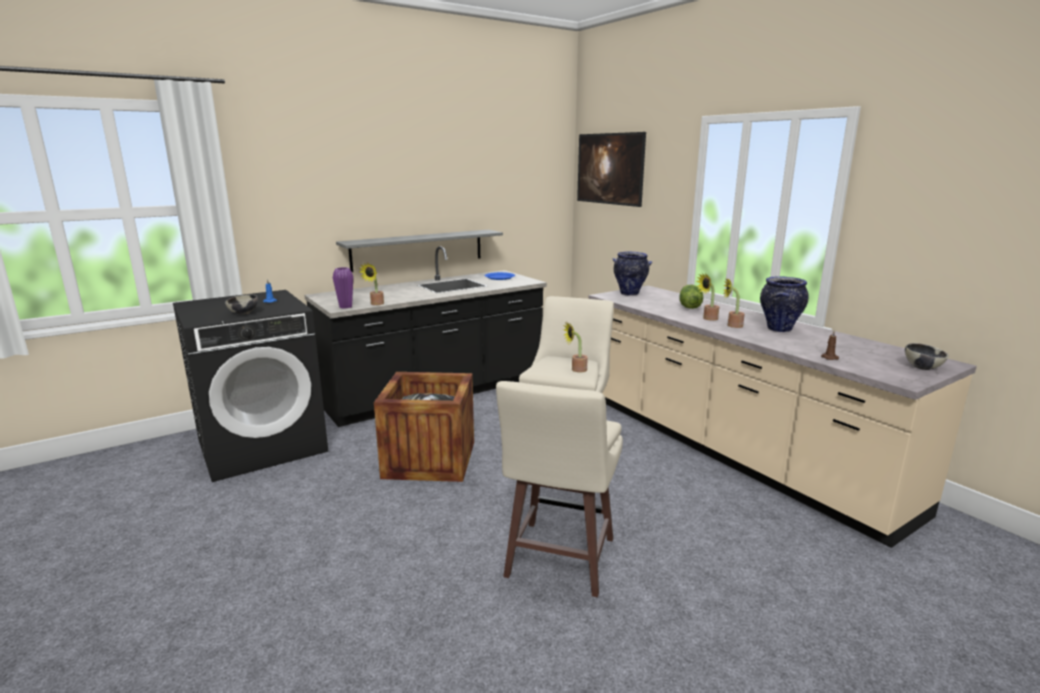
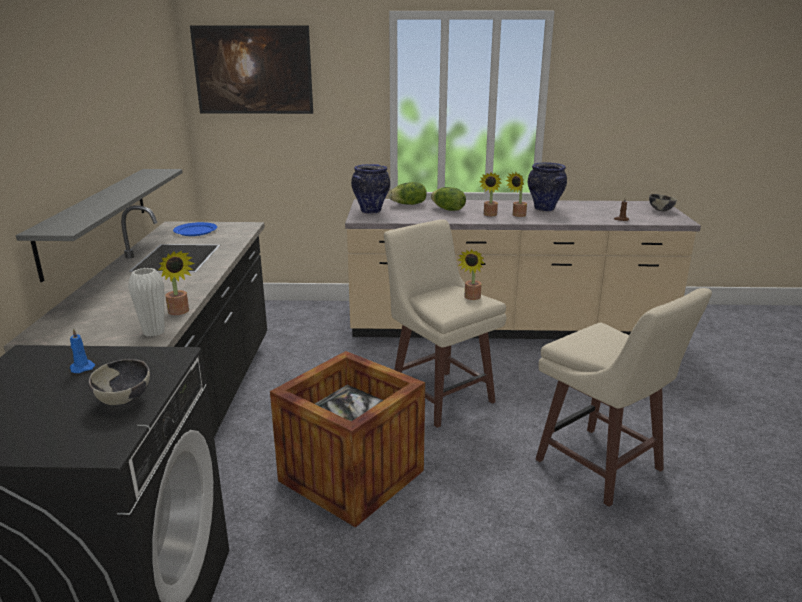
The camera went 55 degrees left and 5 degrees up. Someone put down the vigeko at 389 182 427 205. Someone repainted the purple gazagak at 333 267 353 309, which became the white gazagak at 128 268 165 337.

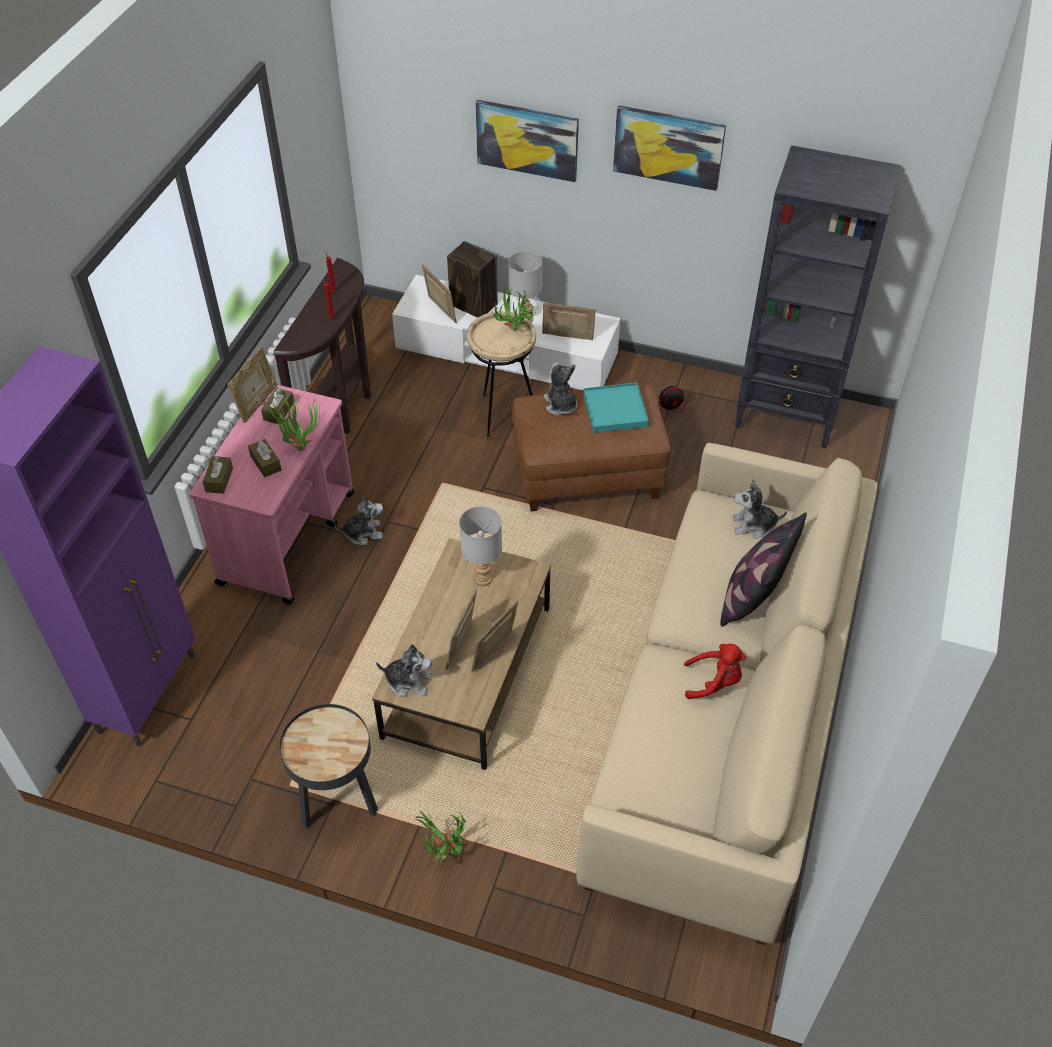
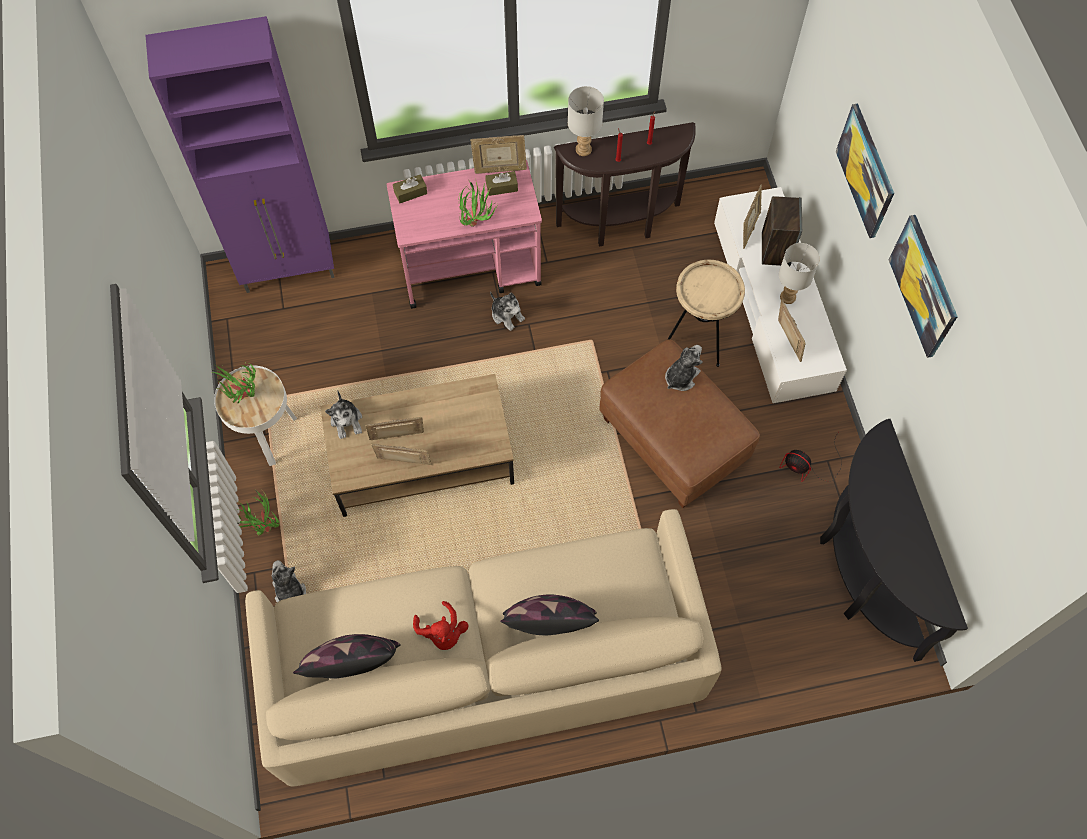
The camera went 60 degrees right and 15 degrees up. Someone took away the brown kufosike at 248 439 281 477. Someone took away the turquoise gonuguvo at 583 383 649 433. Someone put down the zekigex at 293 634 401 679. Someone carried the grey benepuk from 459 506 502 586 to 568 86 604 156. Someone carried the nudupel from 491 288 537 330 to 212 363 256 404. Someone carried the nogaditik from 733 479 787 539 to 272 560 306 602. Someone swapped the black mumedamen at 735 145 900 448 for the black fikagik at 820 419 968 662. Someone repainted the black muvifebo at 280 704 378 829, which became the white muvifebo at 214 365 297 466.

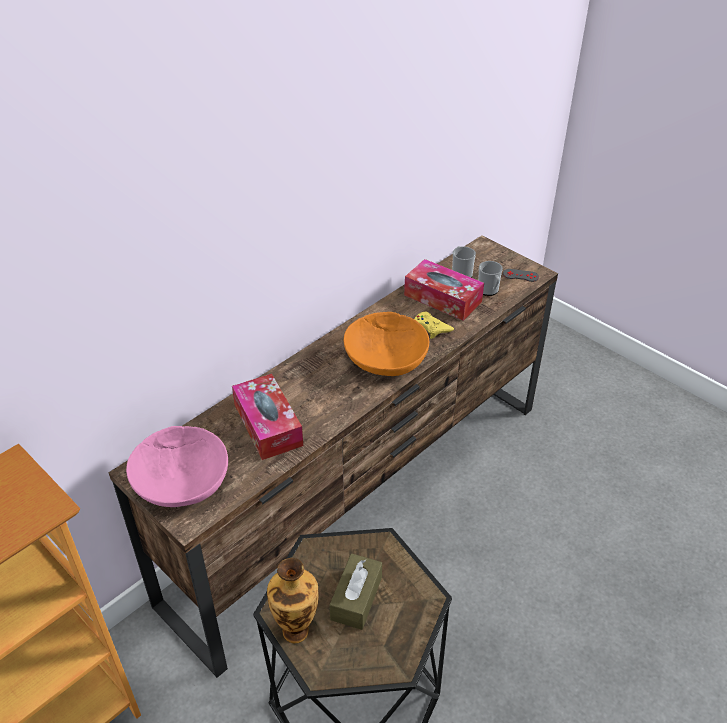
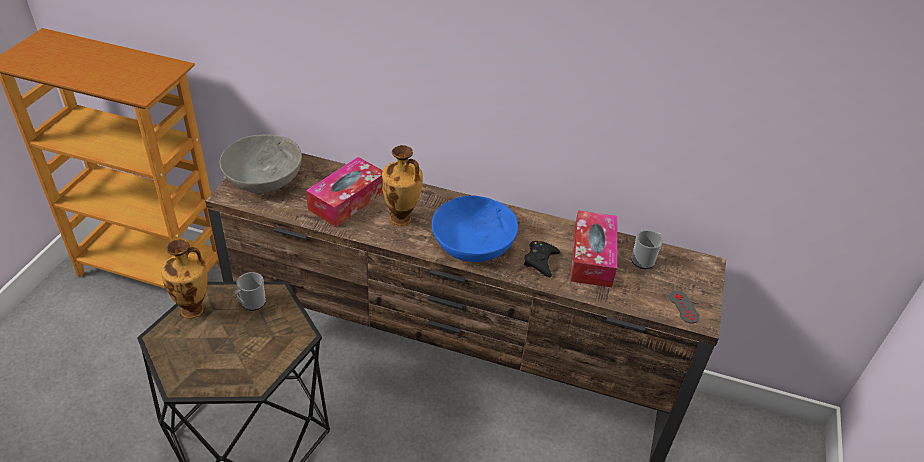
The camera went 60 degrees right and 0 degrees up. Someone took away the brown kufosike at 330 553 382 630. Someone put down the gazagak at 382 145 423 226. Someone carried the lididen from 478 261 503 296 to 234 272 266 311. Someone repainted the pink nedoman at 126 426 228 507, which became the grey nedoman at 220 134 302 193. Someone repainted the orange nedoman at 344 312 429 376, which became the blue nedoman at 432 196 518 262. Someone repainted the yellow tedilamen at 414 311 454 339, which became the black tedilamen at 524 241 560 277.

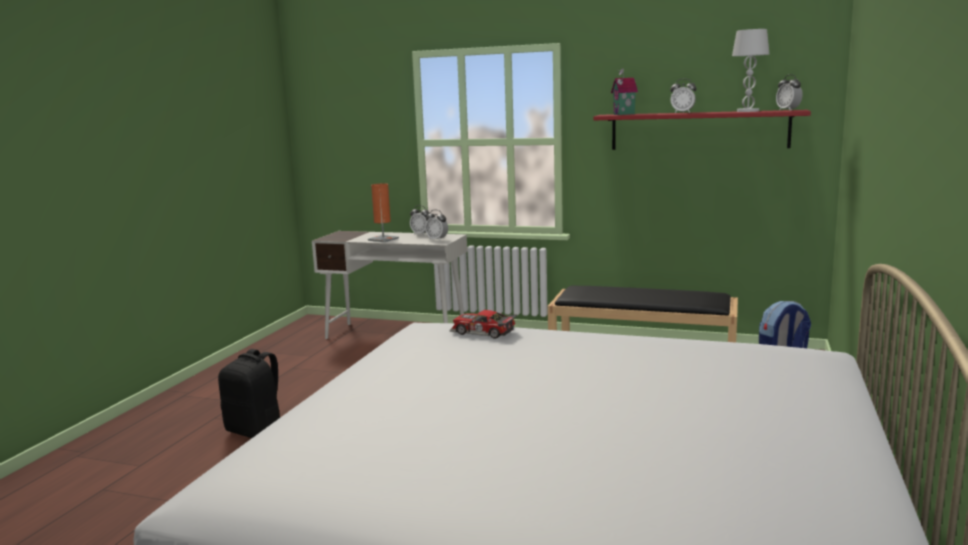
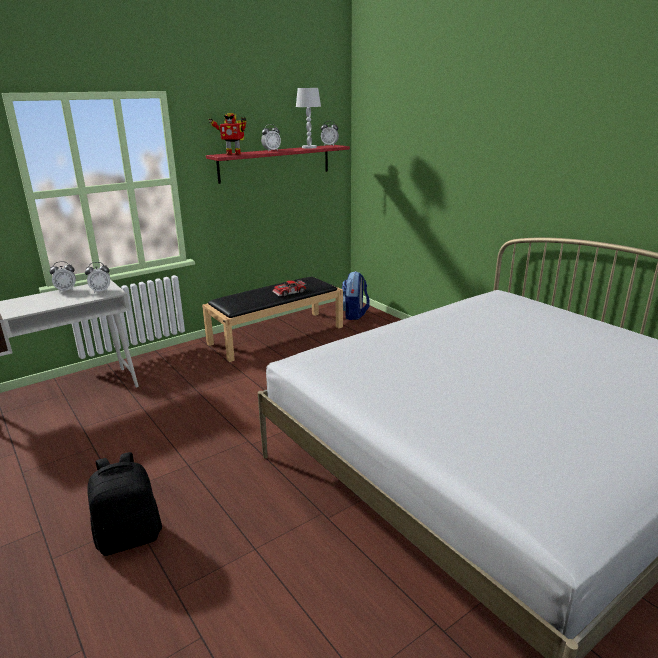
The camera went 55 degrees left and 10 degrees up. Someone took away the orange benepuk at 368 184 399 242. Someone carried the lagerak from 449 310 517 339 to 272 280 307 296. Someone swapped the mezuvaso at 611 68 638 115 for the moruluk at 209 113 246 155.

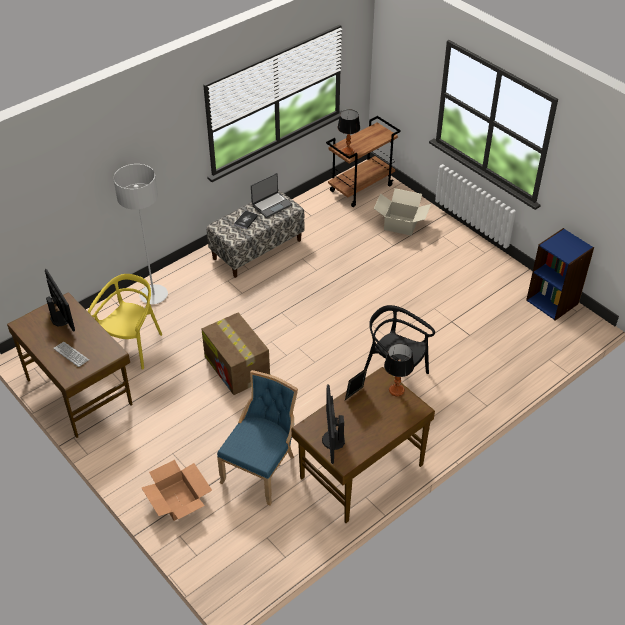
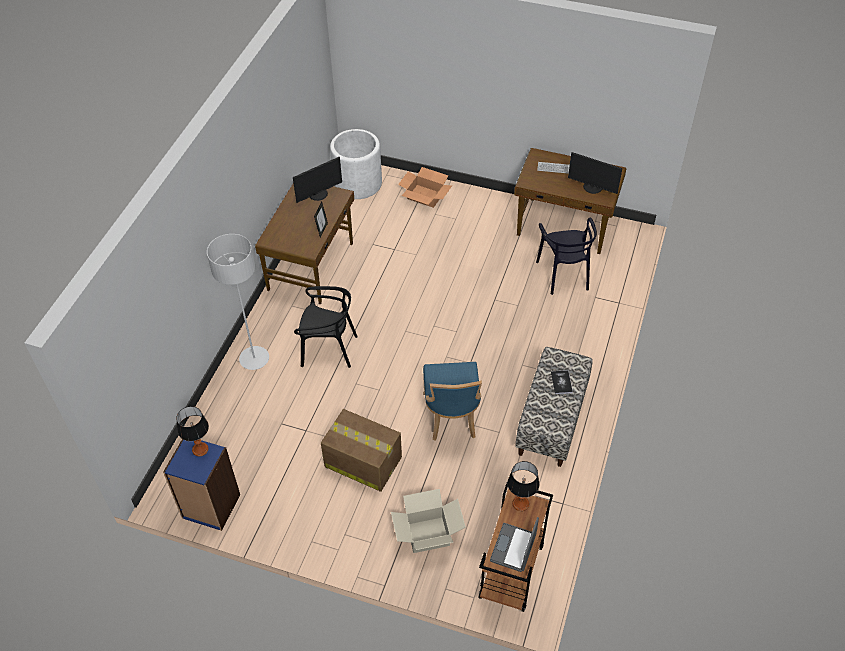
The camera went 150 degrees right and 5 degrees up. Someone put down the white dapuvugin at 330 129 382 199. Someone carried the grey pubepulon from 113 164 168 304 to 207 234 269 370. Someone carried the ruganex from 201 312 270 395 to 321 409 402 492. Someone carried the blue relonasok from 217 370 298 505 to 423 362 482 441. Someone carried the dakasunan from 251 173 292 218 to 490 517 539 572. Someone carried the benepuk from 384 343 414 397 to 176 406 209 456. Someone repainted the yellow relonasok at 88 274 162 370, which became the black relonasok at 536 218 597 295. Someone rotated the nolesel at 322 384 345 464 by 90 degrees clockwise.

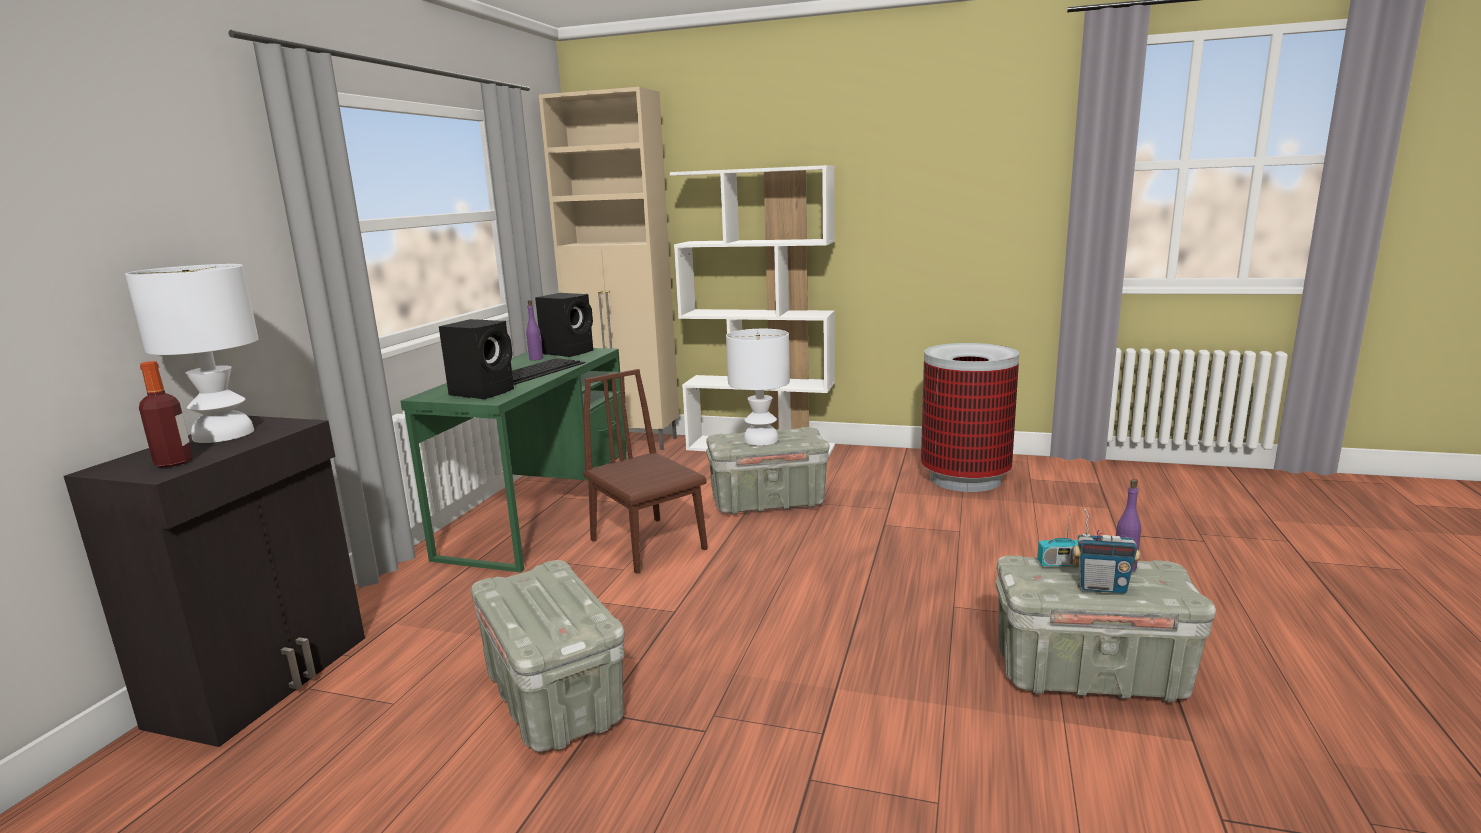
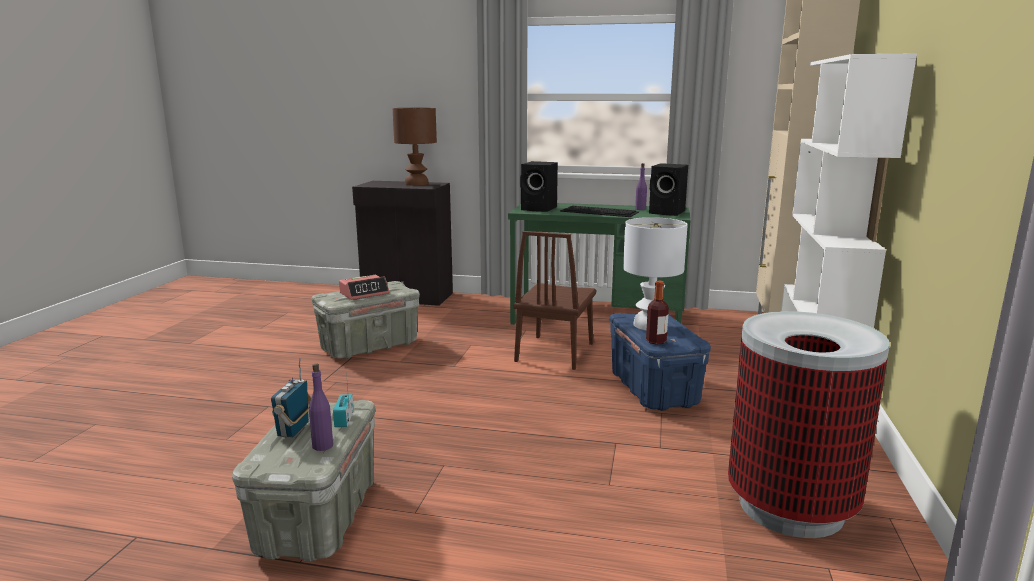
The camera went 85 degrees right and 0 degrees up. Someone put down the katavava at 339 275 389 300. Someone carried the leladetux from 139 361 193 467 to 646 281 669 345. Someone repainted the white benepuk at 125 264 259 443, which became the brown benepuk at 393 108 437 186. Someone repainted the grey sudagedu at 706 427 829 515, which became the blue sudagedu at 610 313 711 411. Someone rotated the brown relonasok at 583 369 707 574 by 150 degrees clockwise.

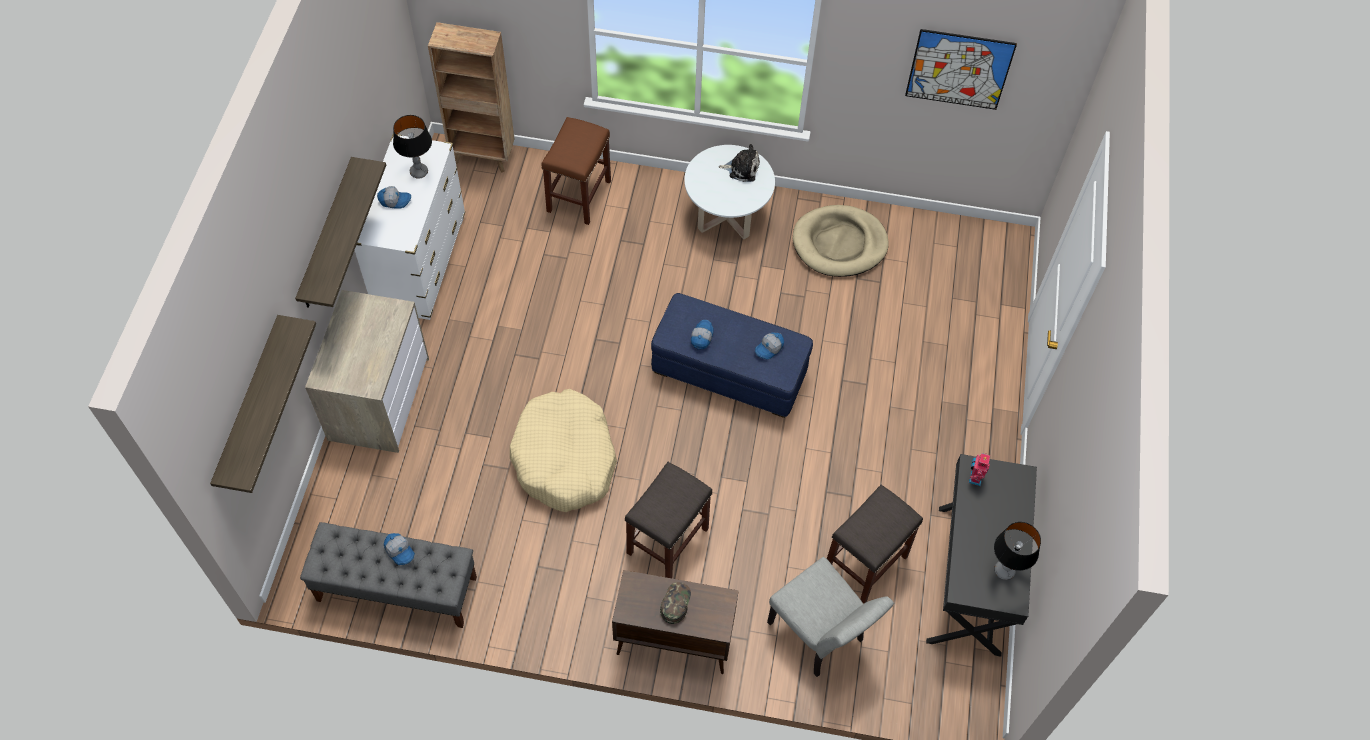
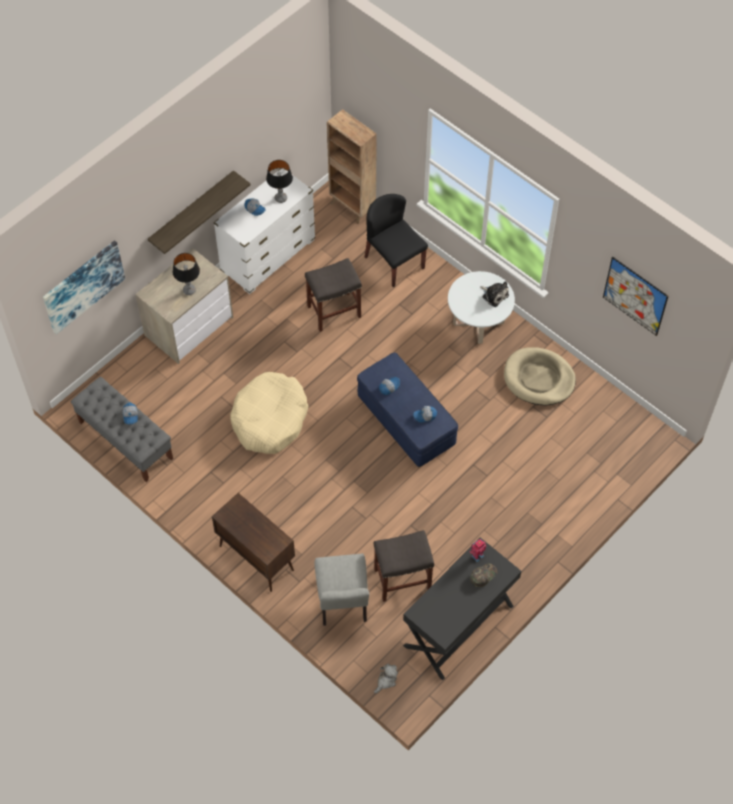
The camera went 35 degrees right and 0 degrees up. Someone put down the nogaditik at 374 663 398 693. Someone carried the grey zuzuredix from 625 462 712 578 to 305 258 362 332. Someone carried the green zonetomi from 660 582 691 624 to 470 563 497 587. Someone carried the benepuk from 994 522 1041 580 to 173 253 200 295. Someone swapped the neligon at 210 315 316 493 for the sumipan at 43 240 125 334. Someone swapped the brown zuzuredix at 542 117 611 225 for the black relonasok at 365 194 428 288.

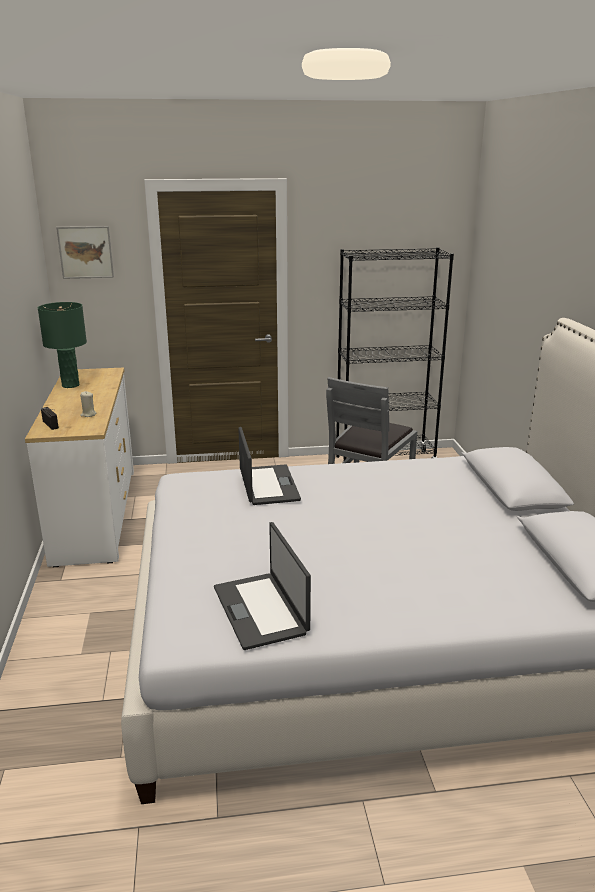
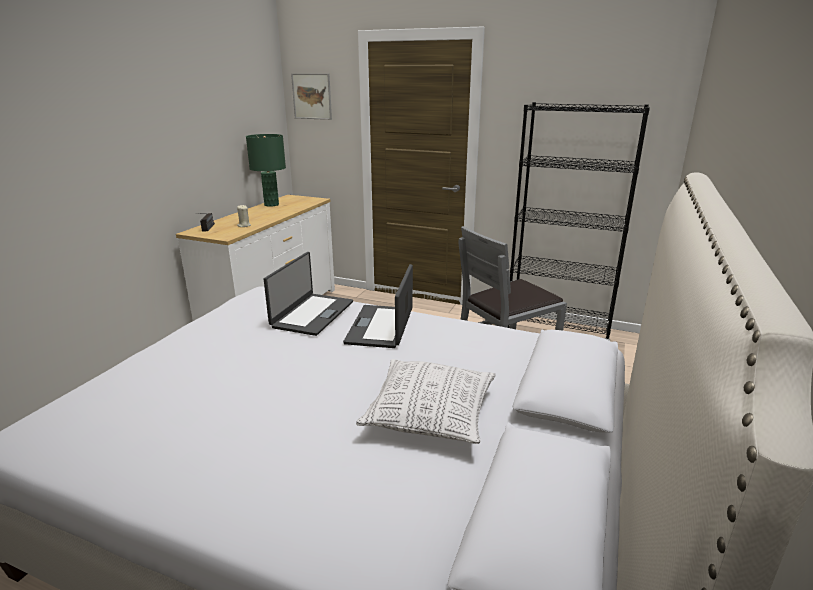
The camera went 30 degrees right and 0 degrees up. Someone put down the zekigex at 356 359 496 444. Someone carried the dakasunan from 214 522 311 650 to 343 264 413 348.

